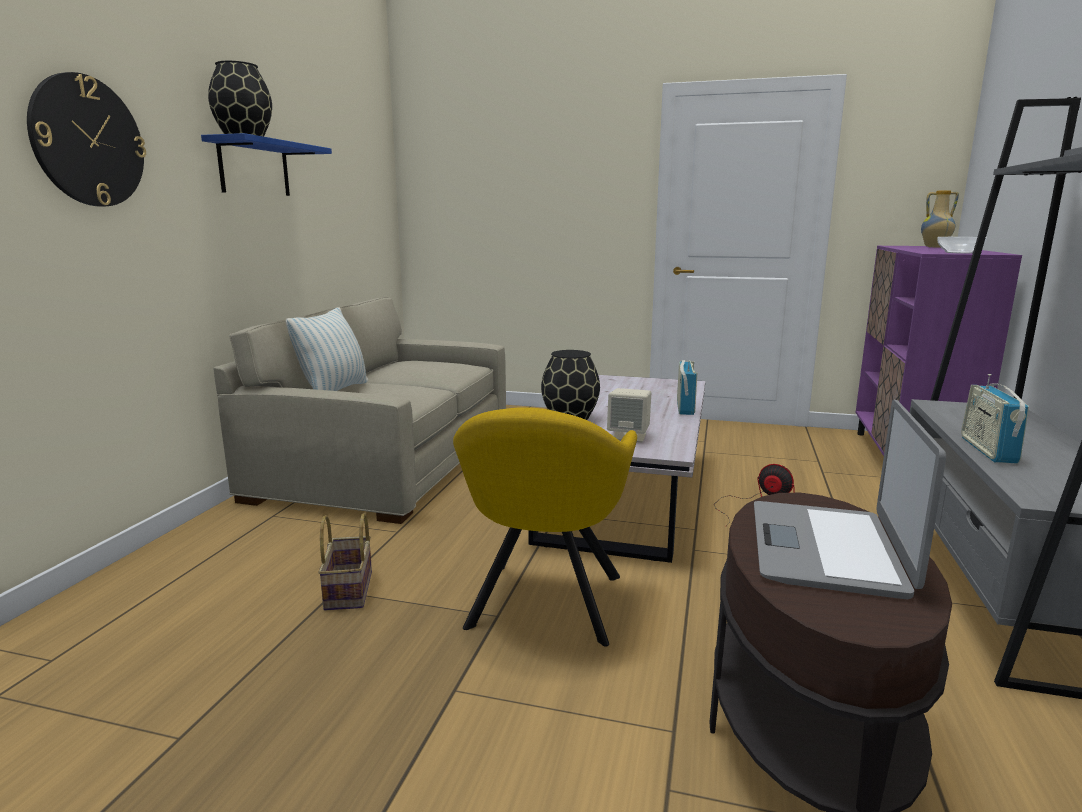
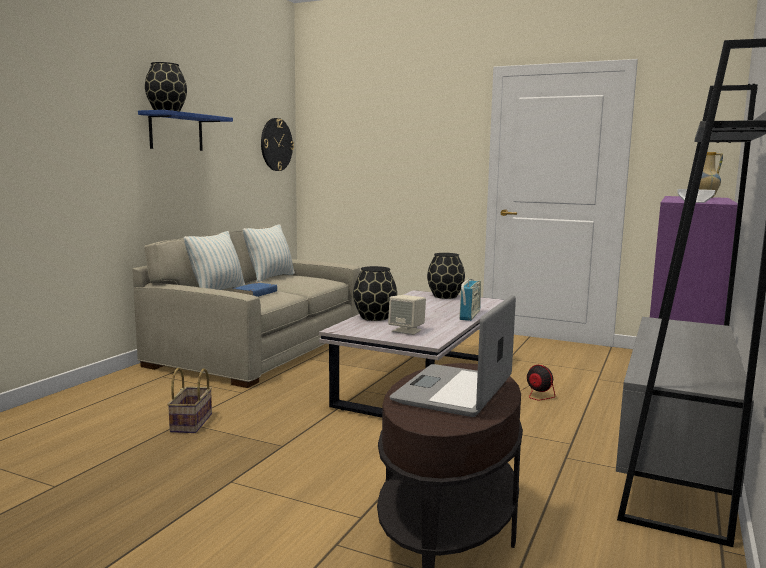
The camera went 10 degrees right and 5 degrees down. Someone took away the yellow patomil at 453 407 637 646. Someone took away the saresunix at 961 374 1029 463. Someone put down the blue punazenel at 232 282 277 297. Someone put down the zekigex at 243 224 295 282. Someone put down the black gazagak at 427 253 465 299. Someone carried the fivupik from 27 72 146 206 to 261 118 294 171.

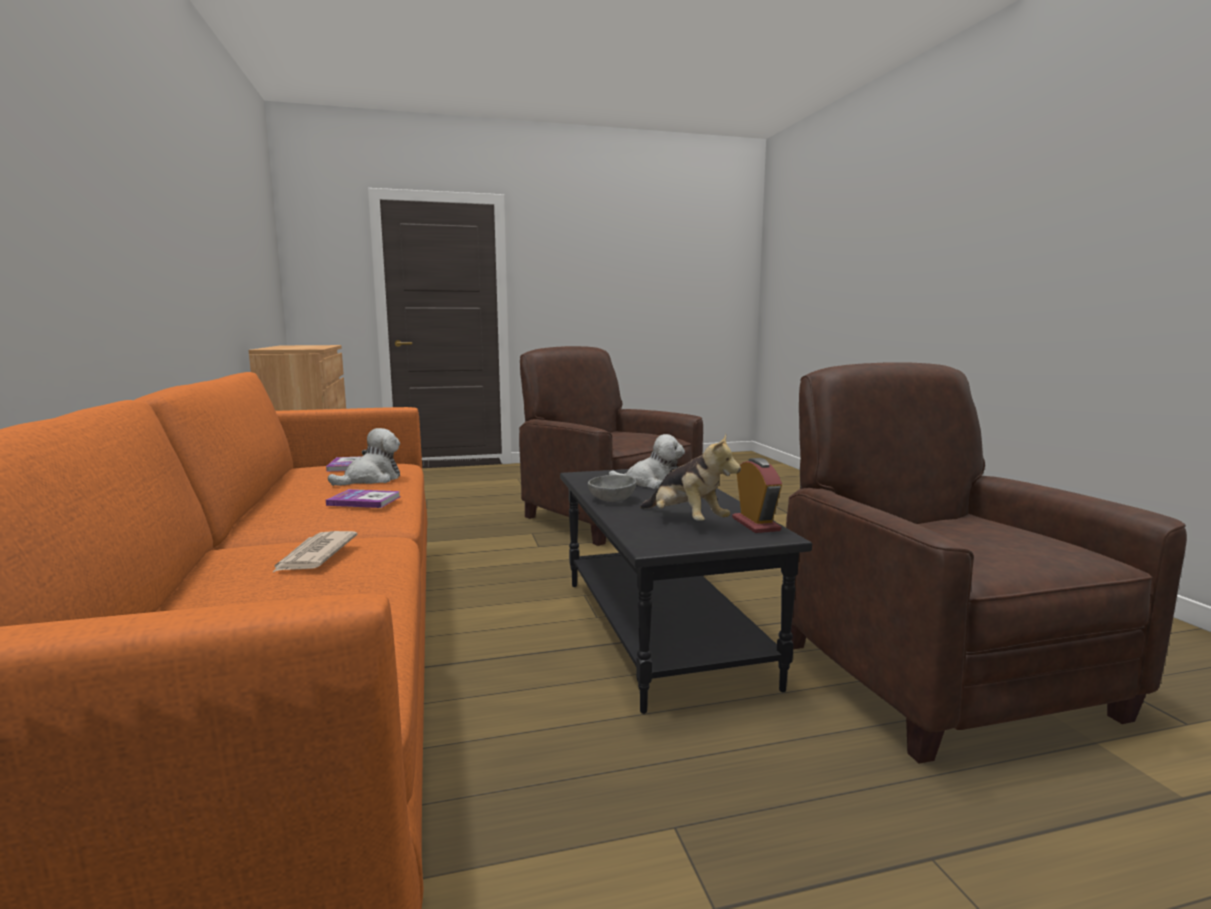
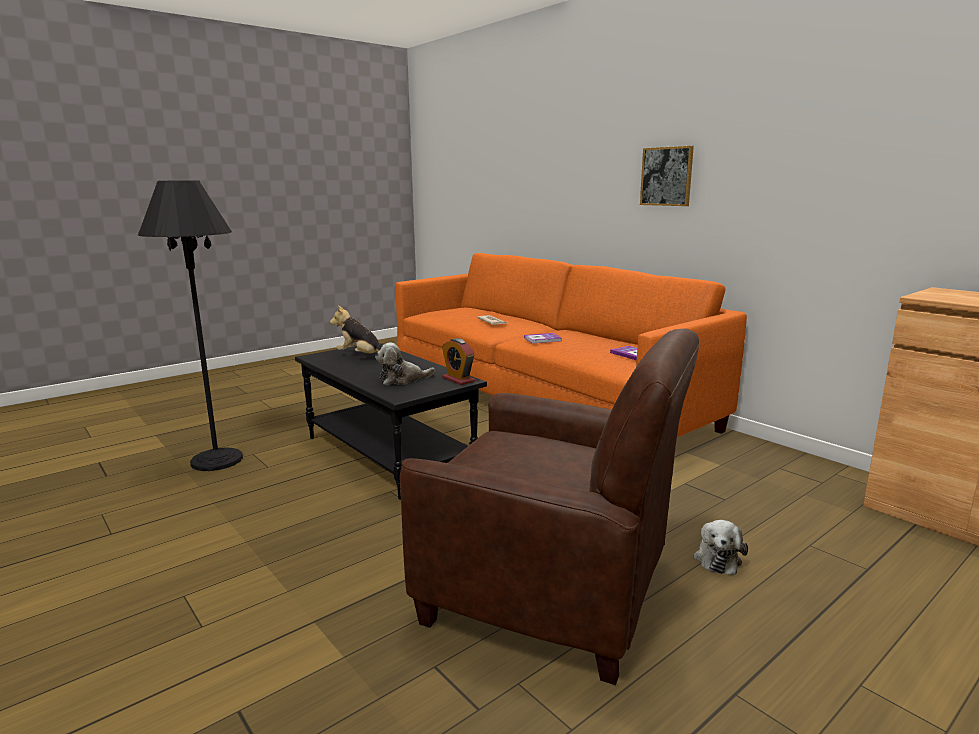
The camera went 155 degrees right and 5 degrees up. Someone took away the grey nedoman at 588 475 637 502. Someone put up the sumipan at 640 146 694 206. Someone carried the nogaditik from 328 428 400 486 to 694 520 748 575. Someone carried the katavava from 732 458 782 533 to 442 338 475 385. Someone swapped the brown patomil at 786 362 1187 764 for the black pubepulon at 138 181 243 471.

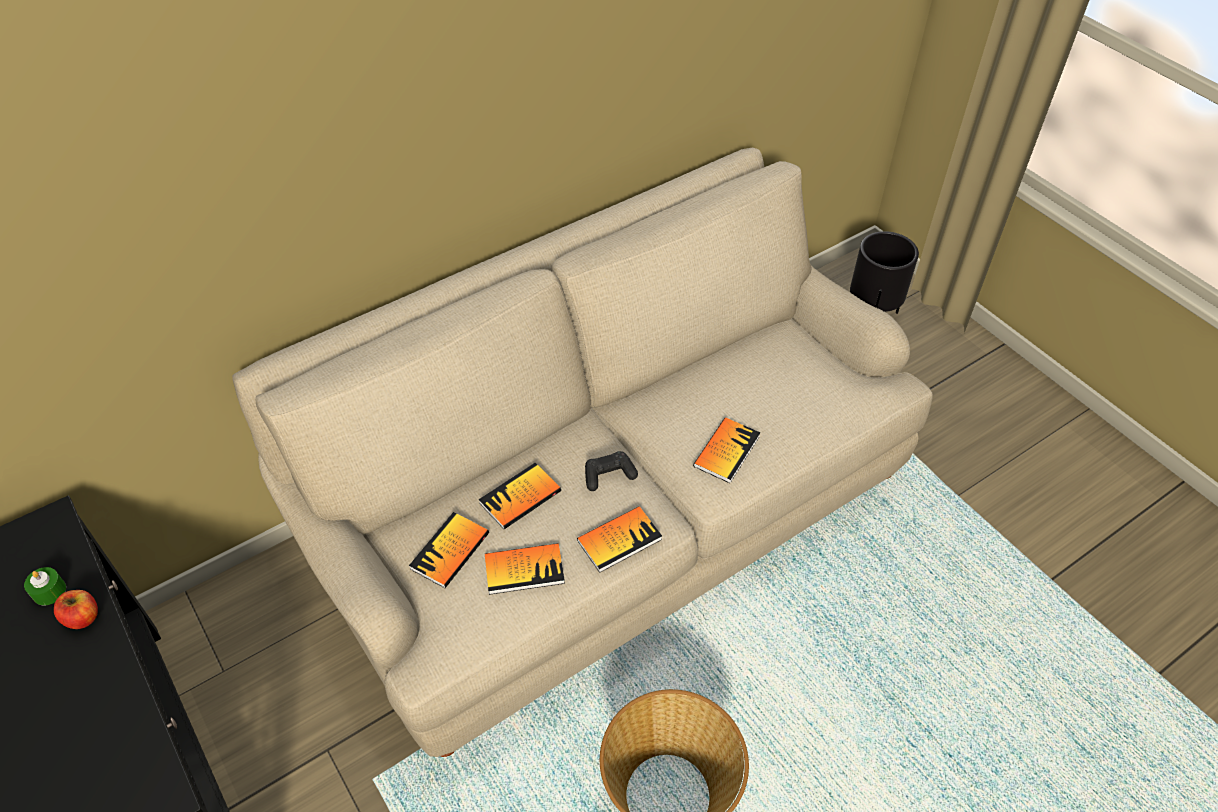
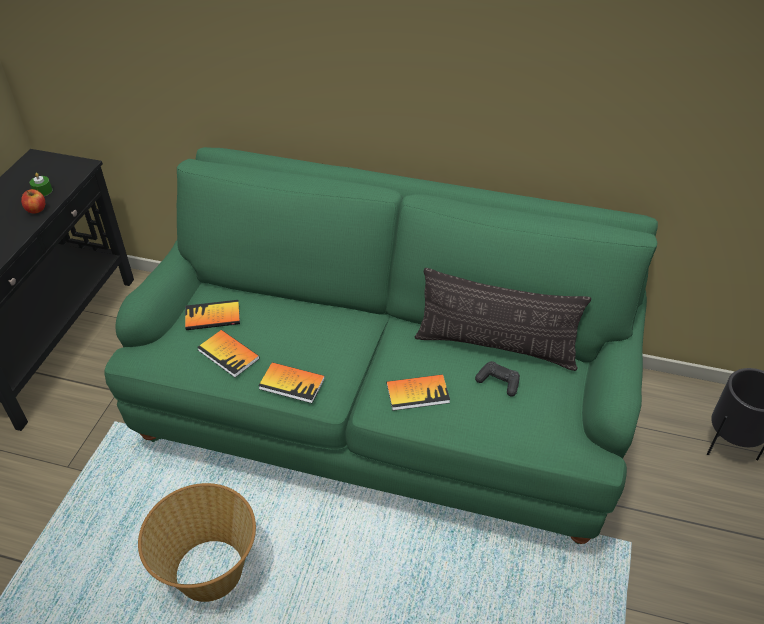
The camera went 50 degrees right and 5 degrees down. Someone took away the punazenel at 479 463 561 529. Someone put down the zekigex at 415 268 591 371. Someone carried the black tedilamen from 585 451 638 491 to 475 361 520 397. Someone repainted the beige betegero at 232 148 933 757, which became the green betegero at 104 147 658 544.

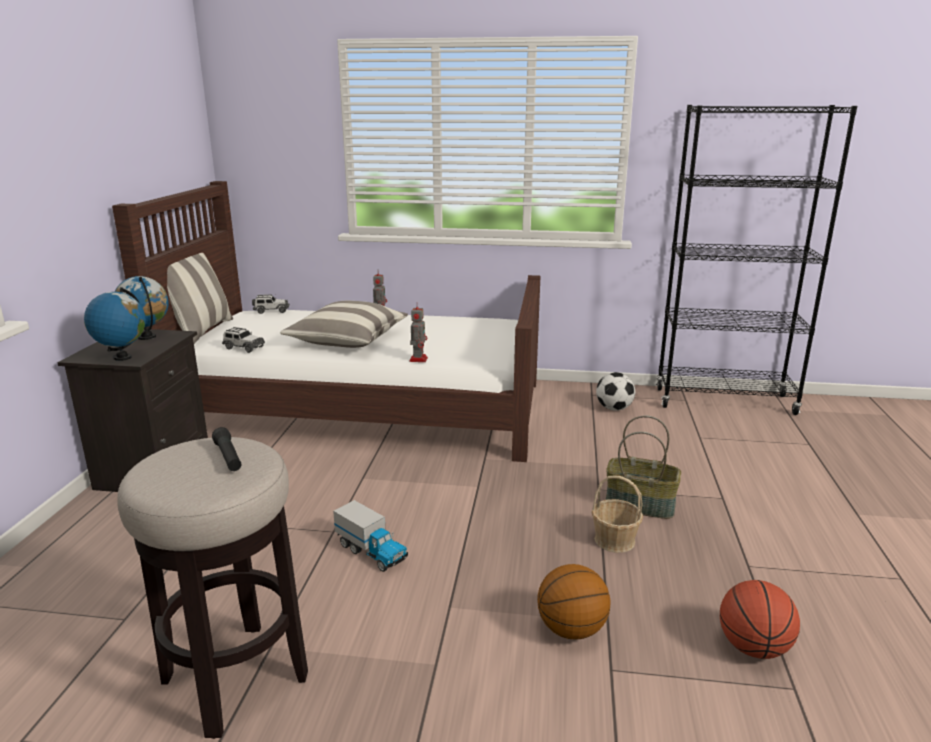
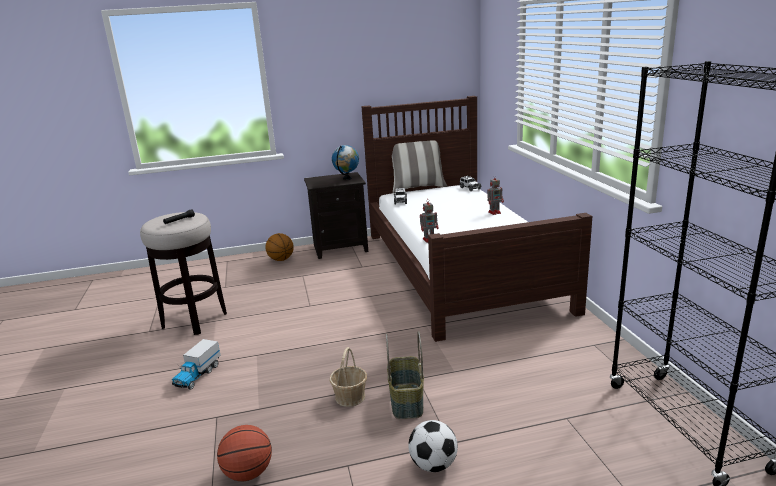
The camera went 70 degrees right and 0 degrees up. Someone took away the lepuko at 84 287 146 361. Someone took away the zekigex at 280 301 408 348. Someone carried the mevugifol from 333 500 408 572 to 172 339 220 390. Someone carried the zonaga from 537 564 610 640 to 265 233 294 261. Someone carried the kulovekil from 596 372 635 411 to 408 420 458 472.

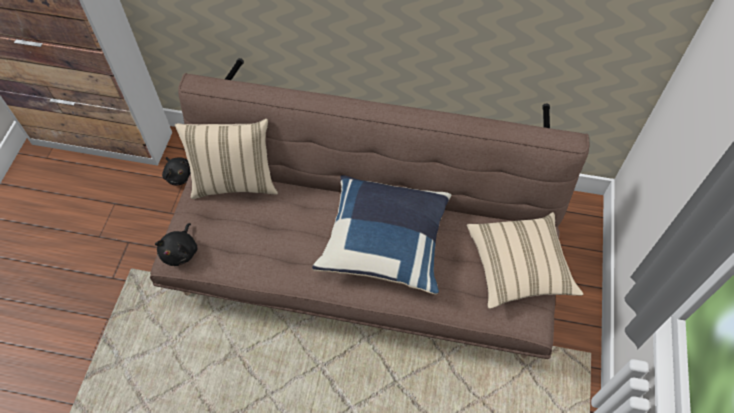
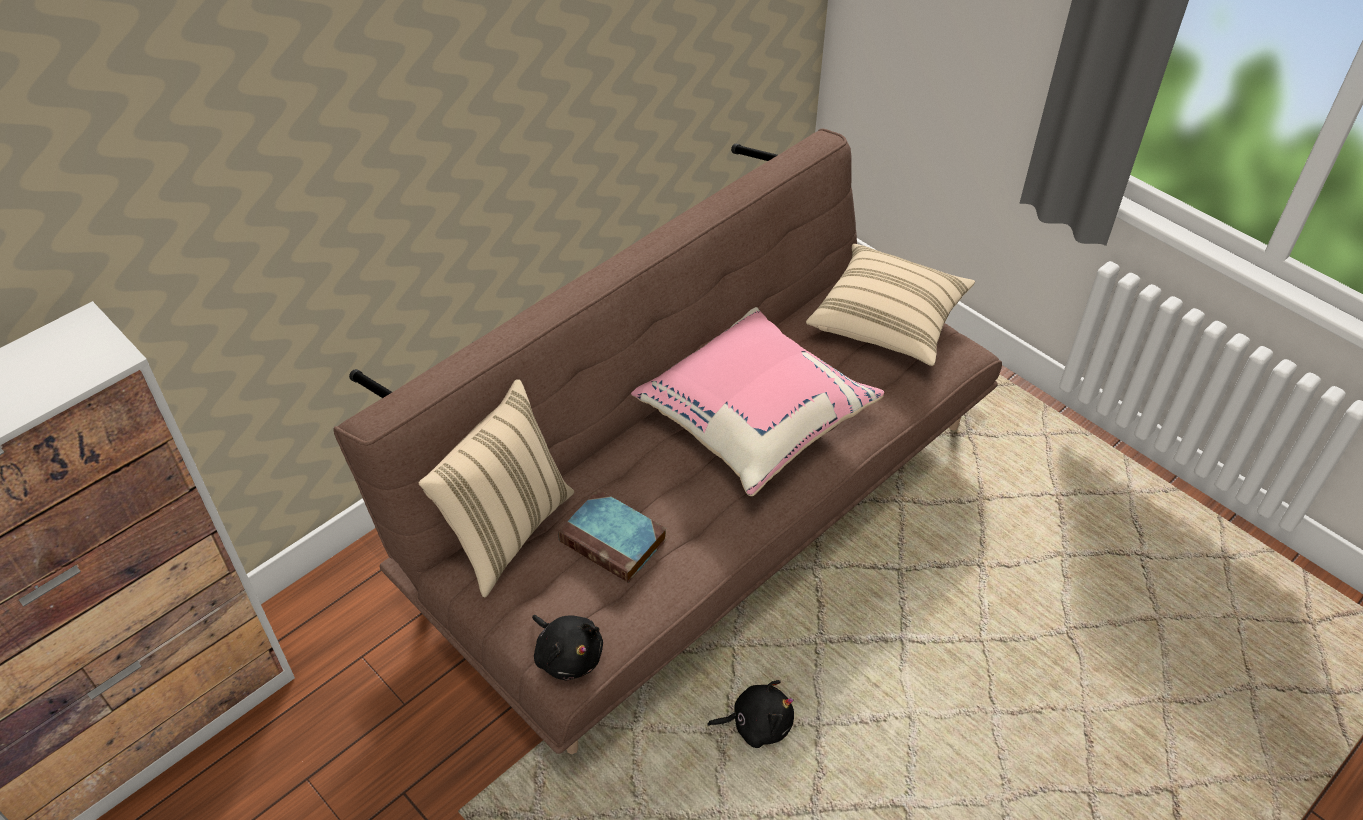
The camera went 55 degrees left and 10 degrees down. Someone put down the punazenel at 558 489 667 583. Someone carried the black nogaditik from 162 157 190 186 to 707 680 794 748. Someone repainted the blue zekigex at 312 175 452 294, which became the pink zekigex at 631 307 884 496.

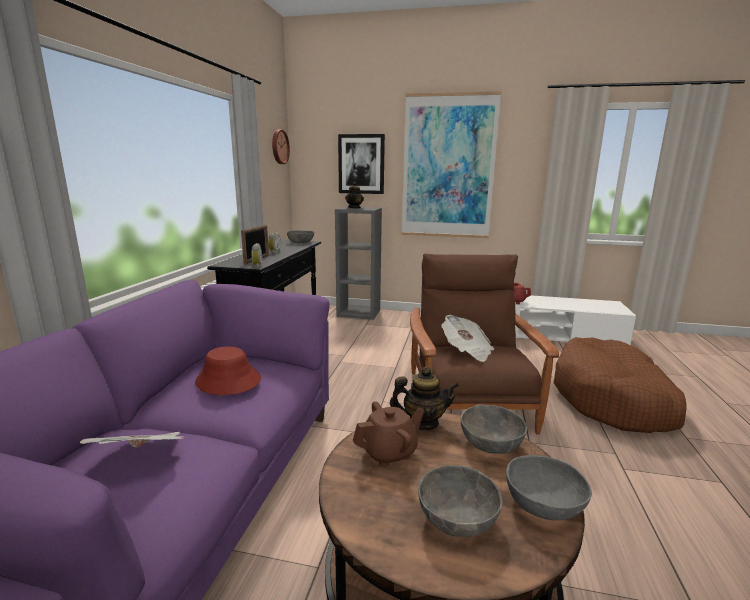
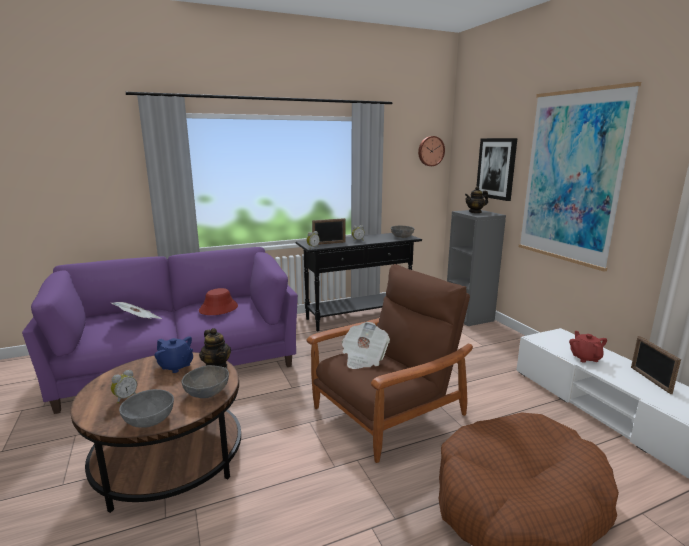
The camera went 55 degrees right and 0 degrees up. Someone put down the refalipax at 631 336 681 394. Someone swapped the grey nedoman at 418 465 503 537 for the katavava at 111 370 137 403. Someone repainted the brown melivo at 353 401 424 467, which became the blue melivo at 155 336 193 373.

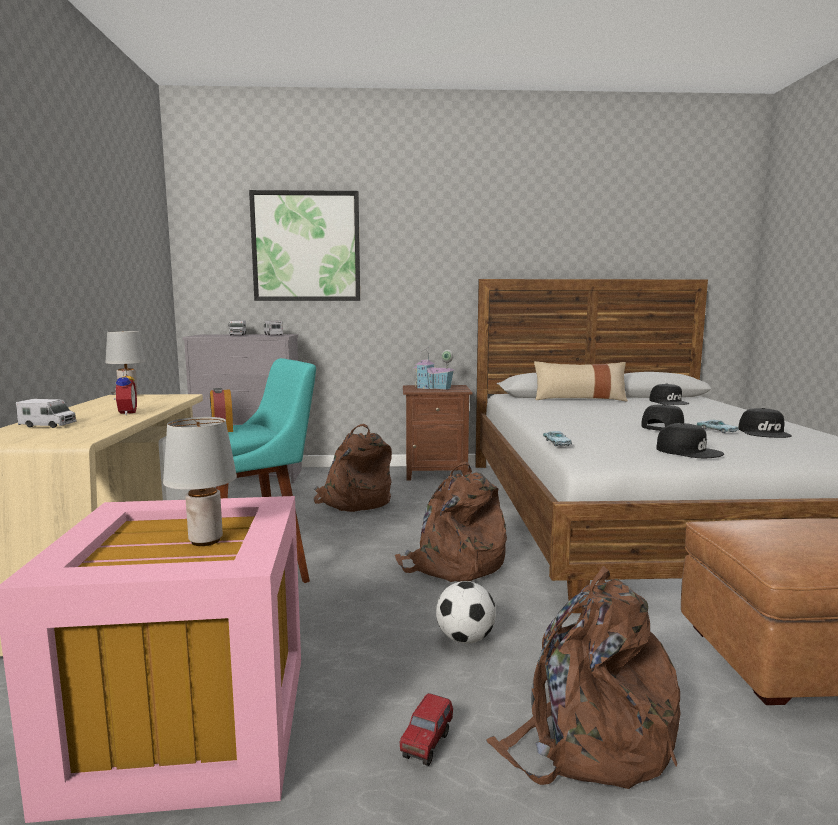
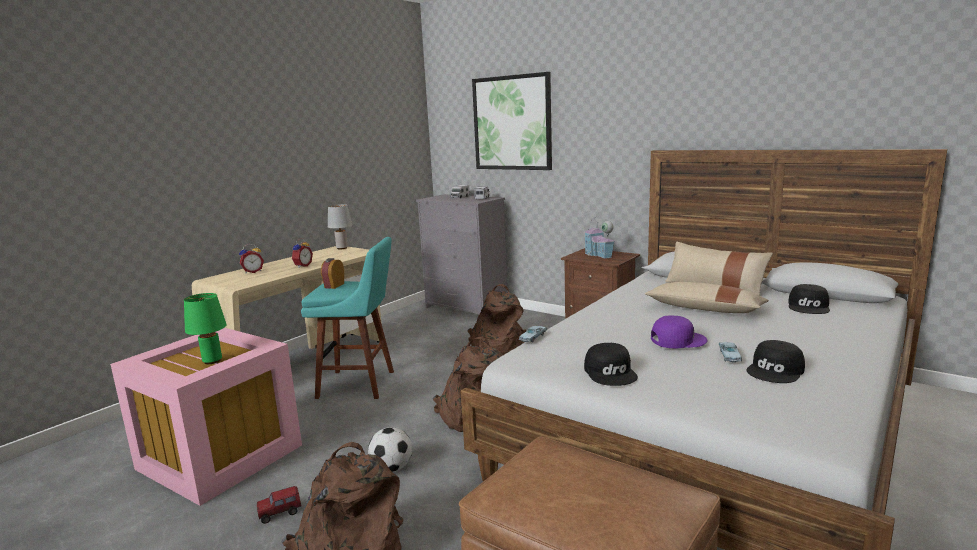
The camera went 40 degrees right and 5 degrees up. Someone put down the beige zekigex at 645 282 769 313. Someone swapped the mevugifol at 16 399 77 428 for the katavava at 239 244 264 274. Someone repainted the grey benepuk at 163 417 237 546, which became the green benepuk at 184 293 227 364. Someone repainted the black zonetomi at 641 404 684 431, which became the purple zonetomi at 651 315 708 349.

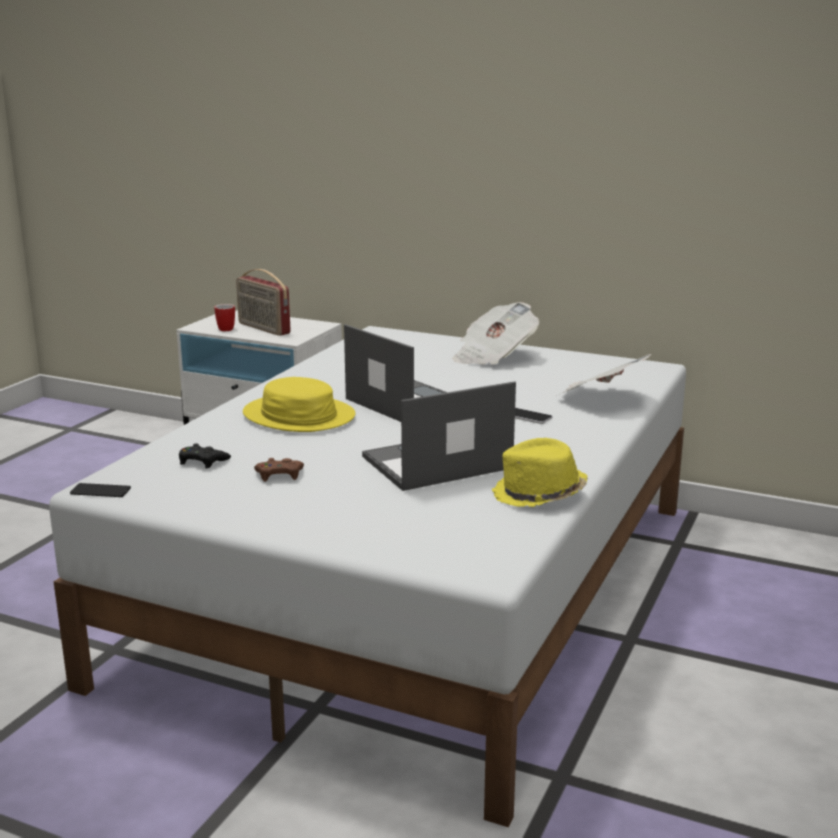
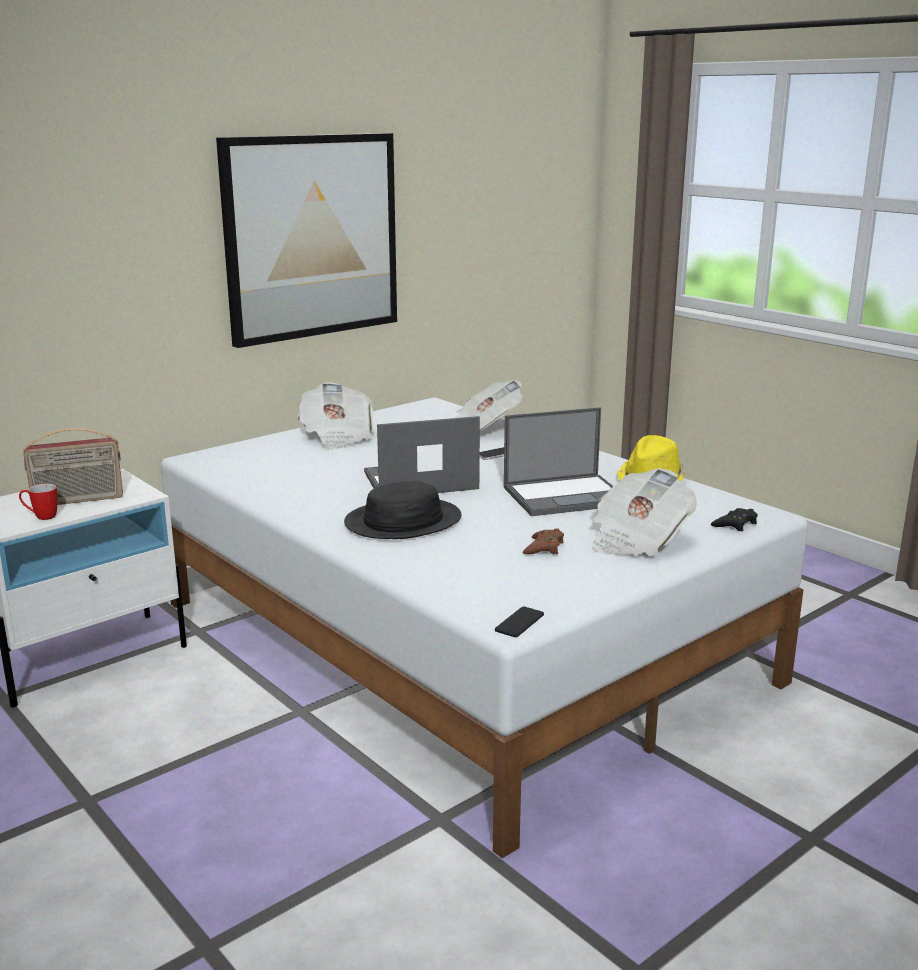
The camera went 65 degrees left and 0 degrees up. Someone put up the sumipan at 216 133 397 348. Someone put down the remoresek at 592 468 697 556. Someone carried the black tedilamen from 179 444 231 468 to 711 508 758 531. Someone repainted the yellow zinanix at 243 377 355 432, which became the black zinanix at 344 481 462 539. Someone rotated the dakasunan at 362 381 516 491 by 105 degrees counterclockwise.

